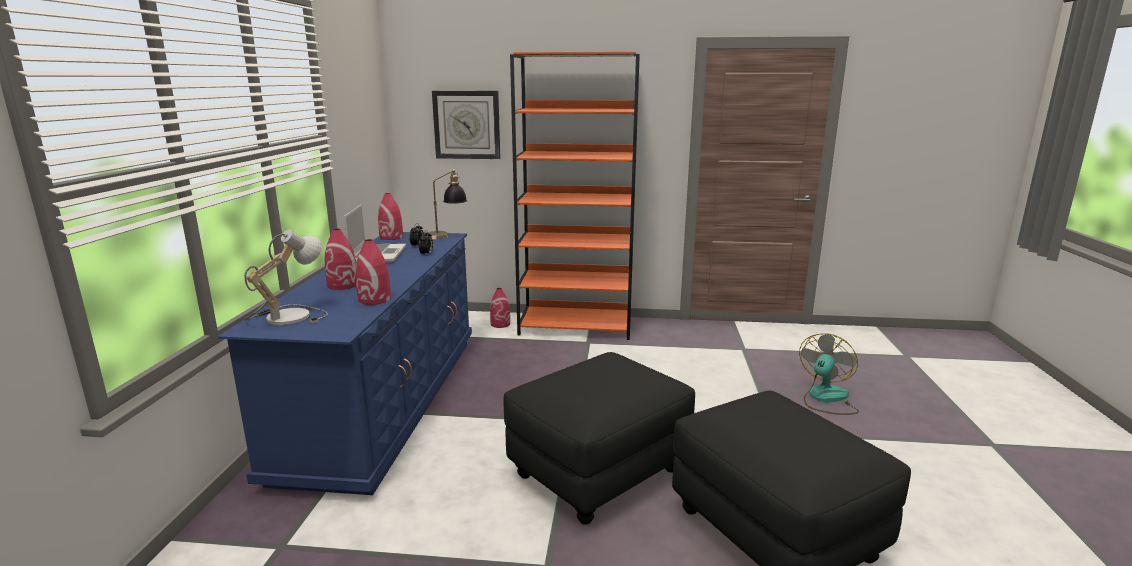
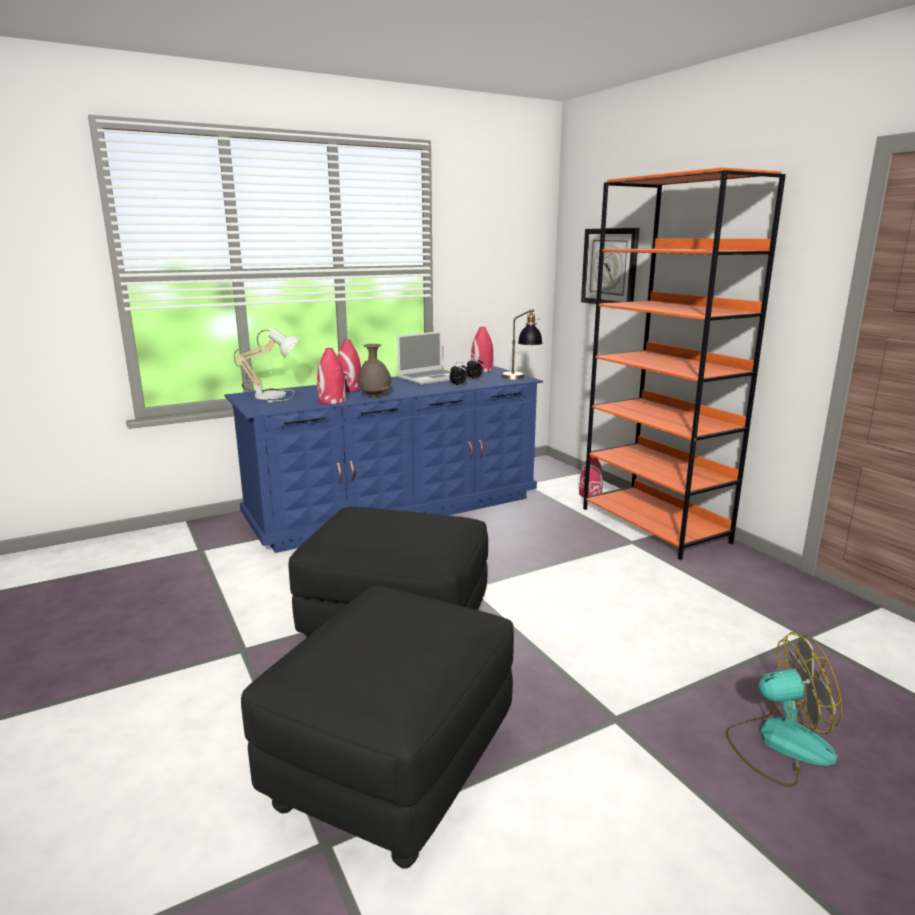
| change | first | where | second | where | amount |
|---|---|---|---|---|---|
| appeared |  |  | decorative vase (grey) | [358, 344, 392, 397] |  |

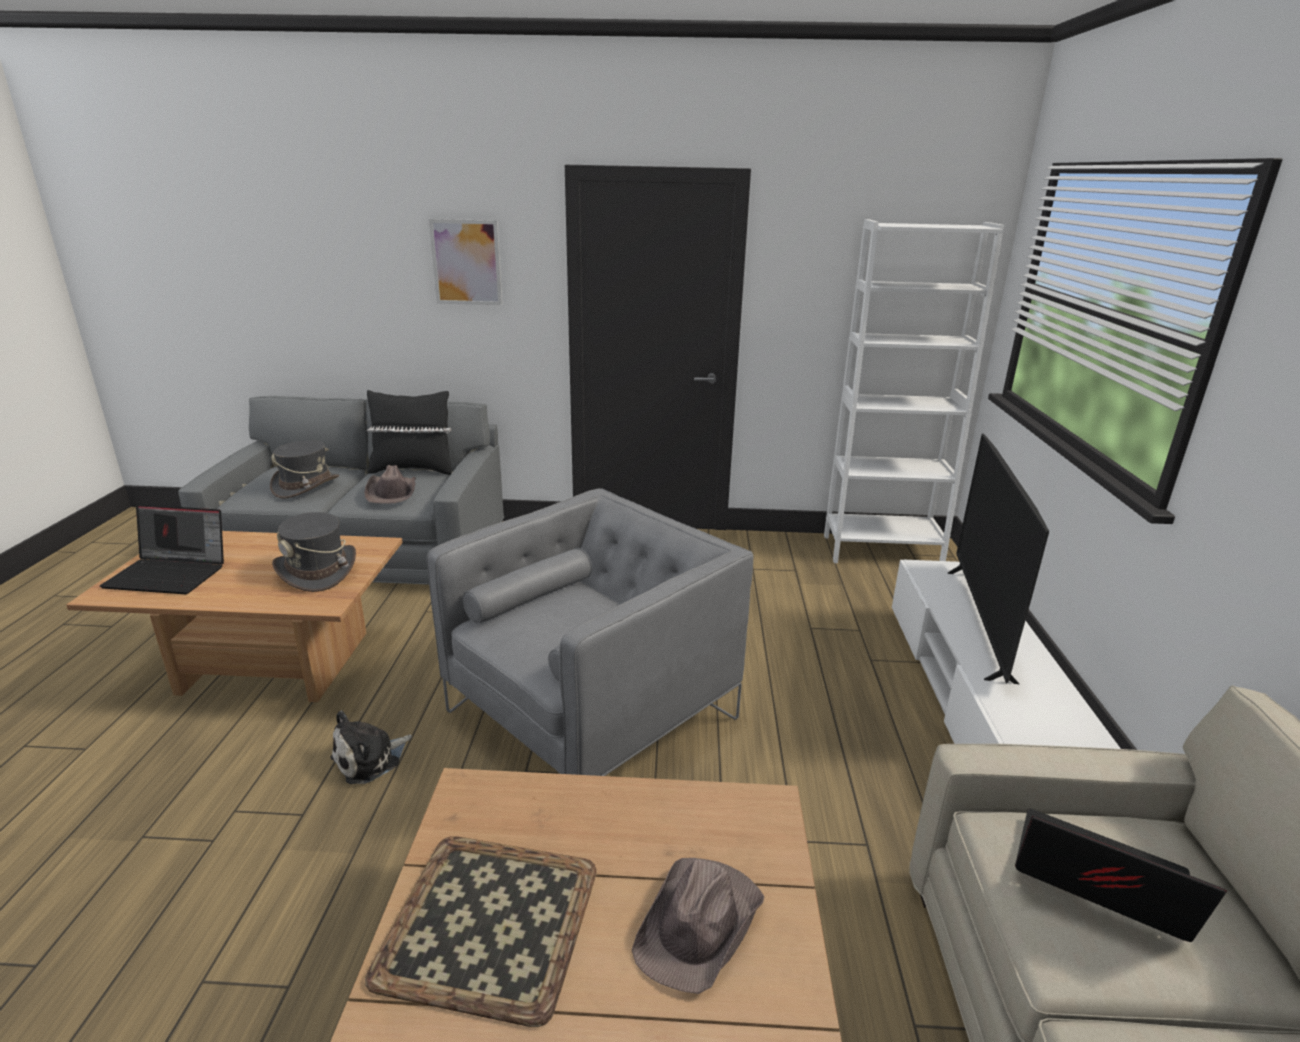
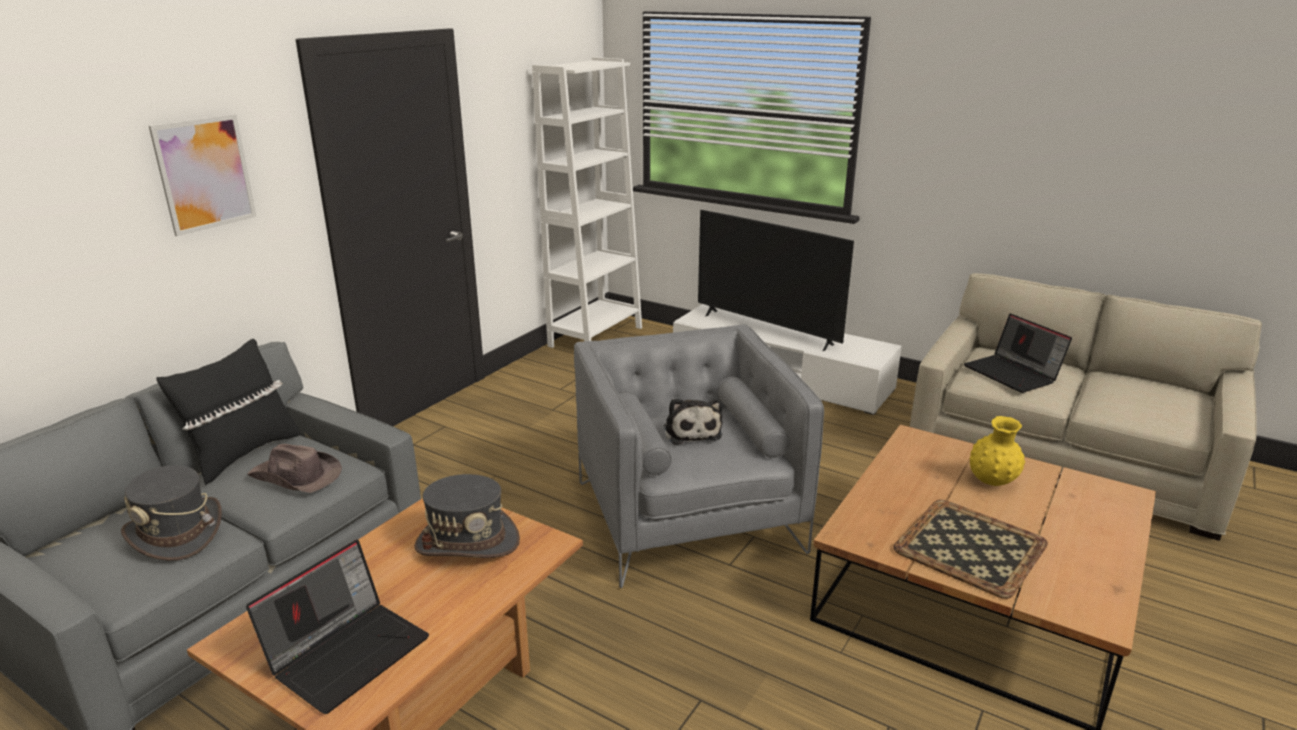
| change | first | where | second | where | amount |
|---|---|---|---|---|---|
| relocated | plush toy | [330, 711, 412, 784] |  | [664, 398, 723, 445] |  |
| exchanged | hat (brownish) | [632, 858, 764, 994] | decorative vase (yellowish) | [970, 416, 1025, 486] |  |
| spun | portable computer | [1015, 808, 1227, 942] |  | [964, 313, 1072, 393] | 90 degrees counterclockwise |

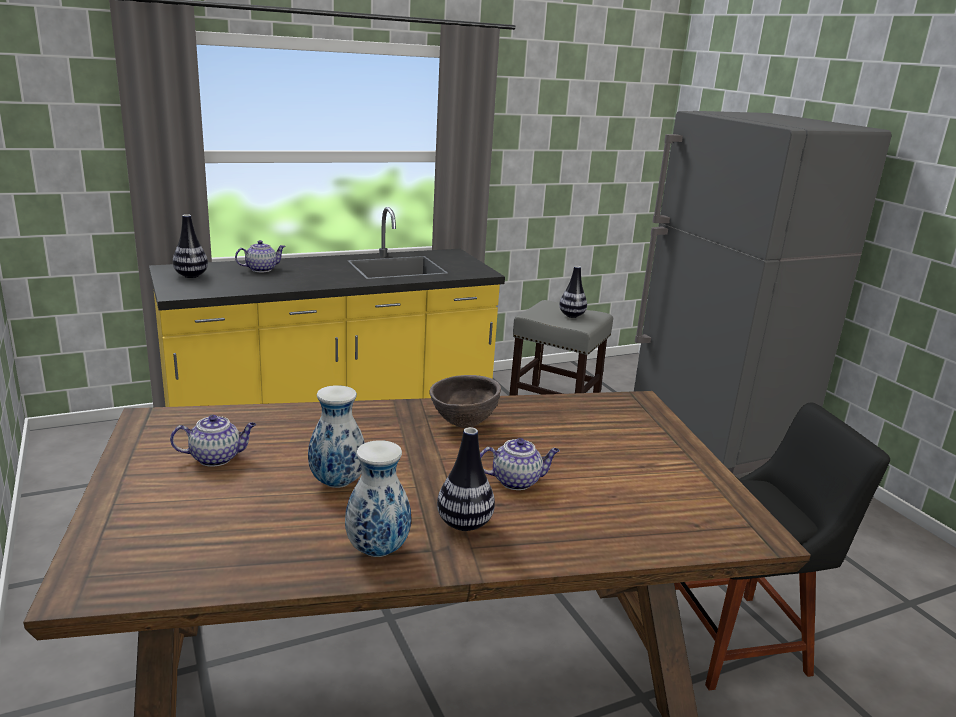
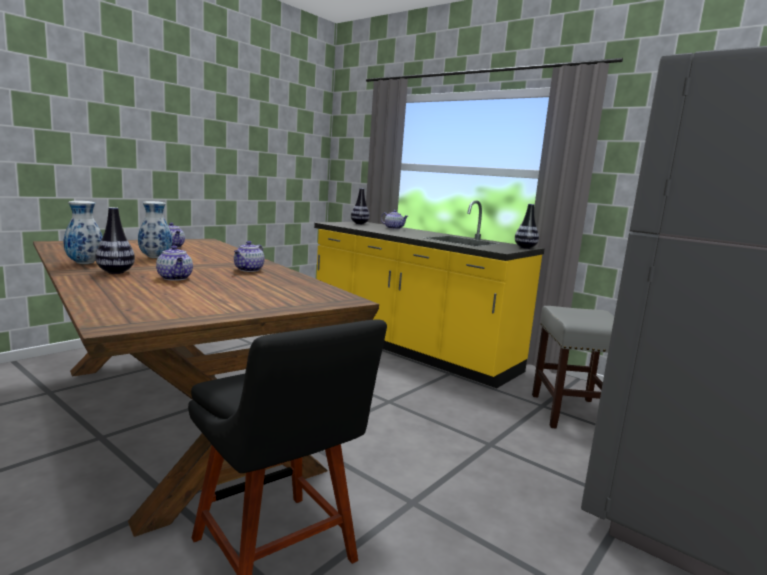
| change | first | where | second | where | amount |
|---|---|---|---|---|---|
| relocated | decorative vase | [559, 266, 587, 318] |  | [515, 204, 539, 249] |  |
| exchanged | deep dish (brownish) | [429, 375, 501, 428] | pot for tea | [234, 241, 265, 272] |  |

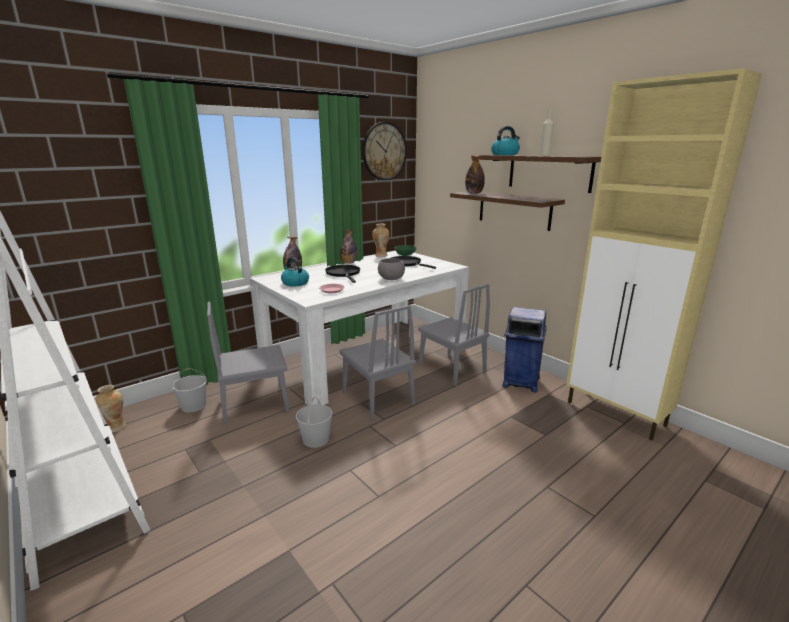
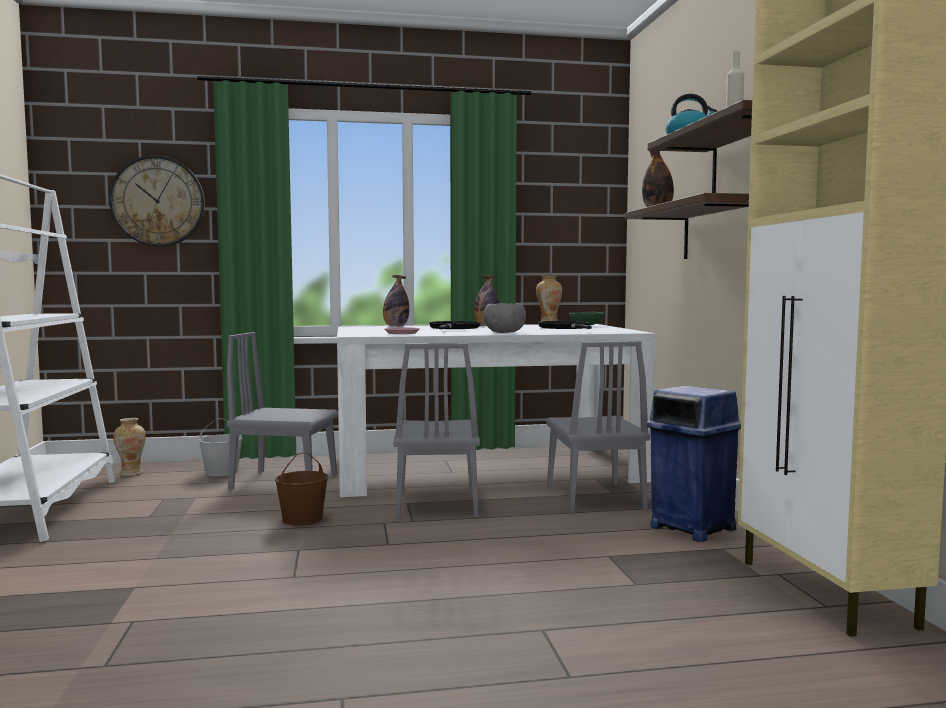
| change | first | where | second | where | amount |
|---|---|---|---|---|---|
| missing | kettle | [281, 257, 309, 287] |  |  |  |
| relocated | hanging clock | [362, 122, 407, 180] |  | [109, 155, 205, 247] |  |
| colour | pail (white-coloured) | [296, 397, 332, 448] | pail (brownish) | [275, 452, 328, 526] |  |

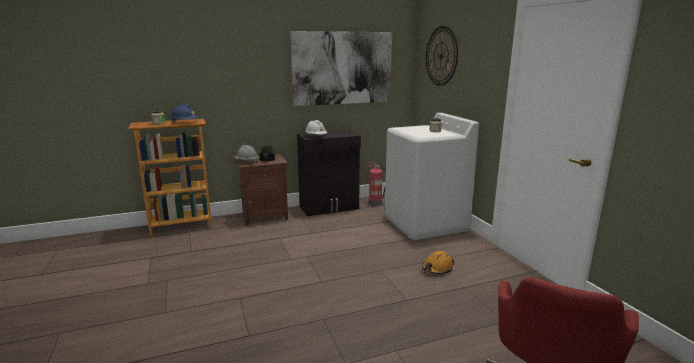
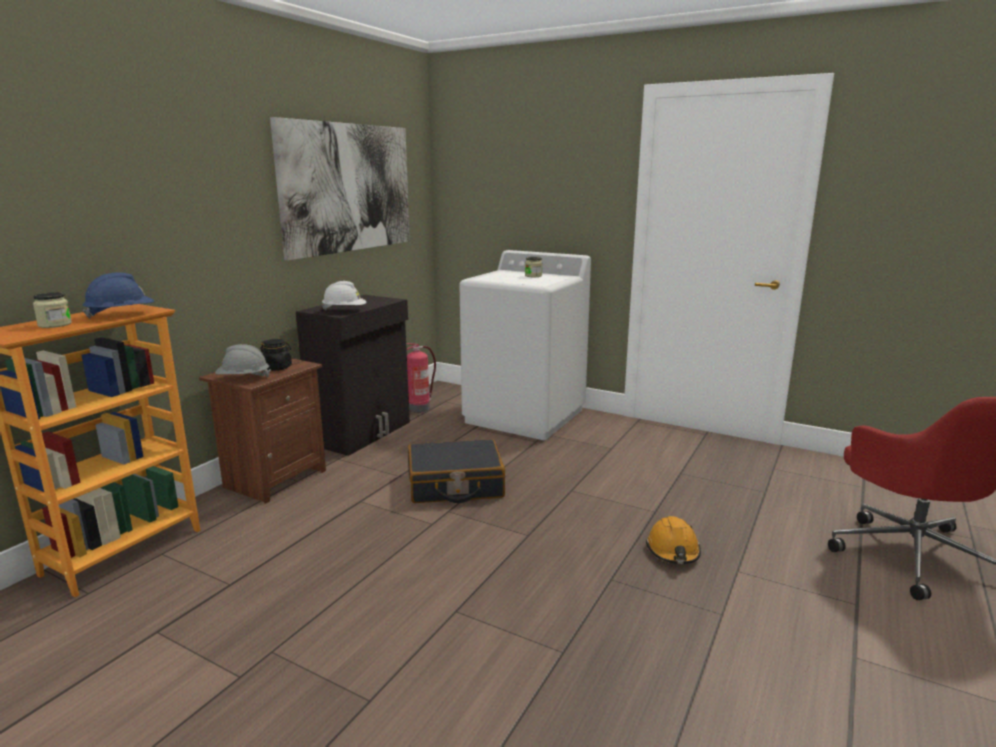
| change | first | where | second | where | amount |
|---|---|---|---|---|---|
| missing | hanging clock | [426, 26, 458, 86] |  |  |  |
| appeared |  |  | suitcase (blackish) | [408, 439, 505, 503] |  |
| relocated | hard hat (orangey) | [422, 251, 455, 274] |  | [646, 516, 701, 564] |  |

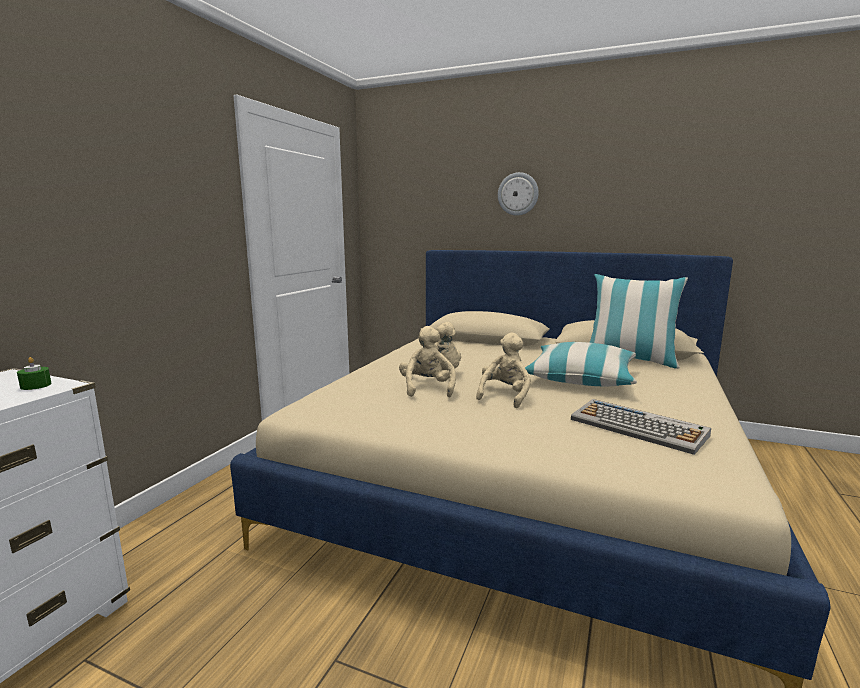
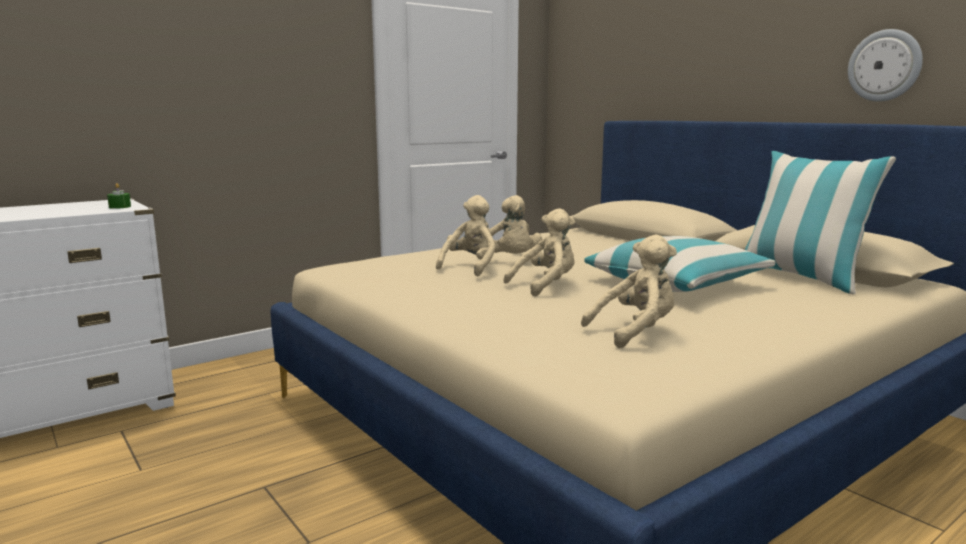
| change | first | where | second | where | amount |
|---|---|---|---|---|---|
| relocated | hanging clock | [498, 172, 539, 216] |  | [848, 29, 923, 102] |  |
| exchanged | computer keyboard | [571, 399, 711, 455] | plush toy (beige) | [581, 235, 677, 348] |  |

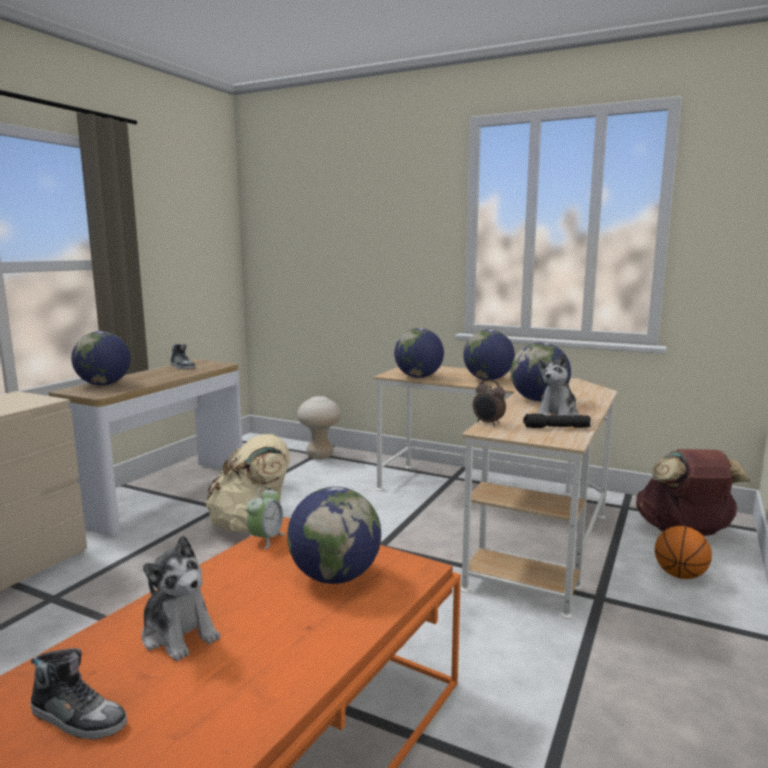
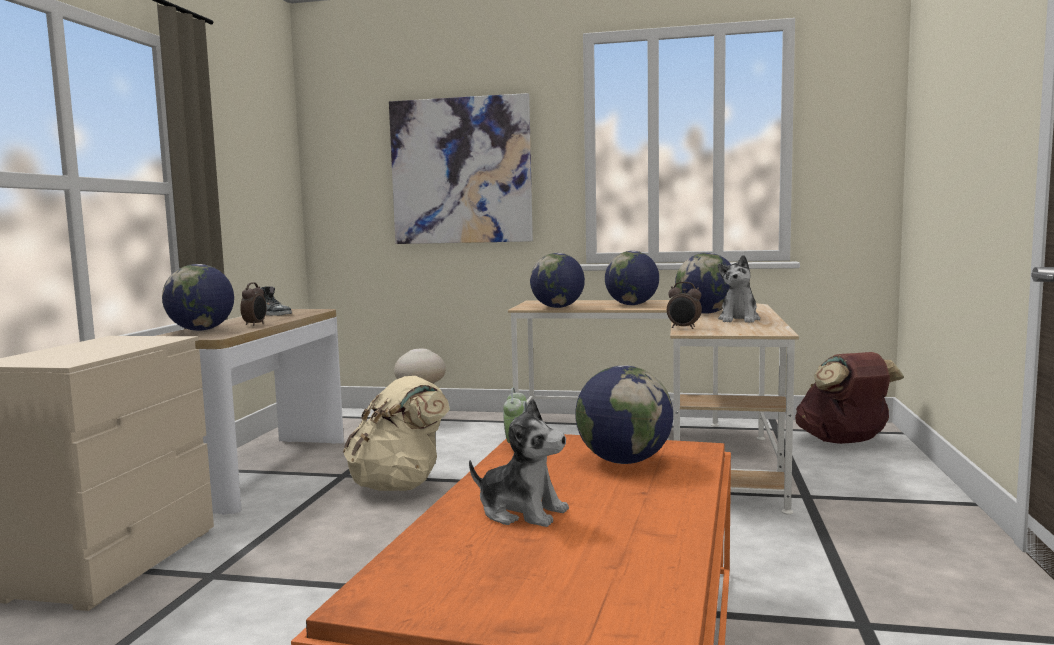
| change | first | where | second | where | amount |
|---|---|---|---|---|---|
| missing | low shoe | [30, 648, 127, 740] |  |  |  |
| missing | torch (blackish) | [523, 414, 591, 428] |  |  |  |
| missing | basketball | [655, 526, 712, 579] |  |  |  |
| appeared |  |  | bedside clock | [240, 282, 267, 326] |  |
| appeared |  |  | picture | [389, 93, 533, 244] |  |

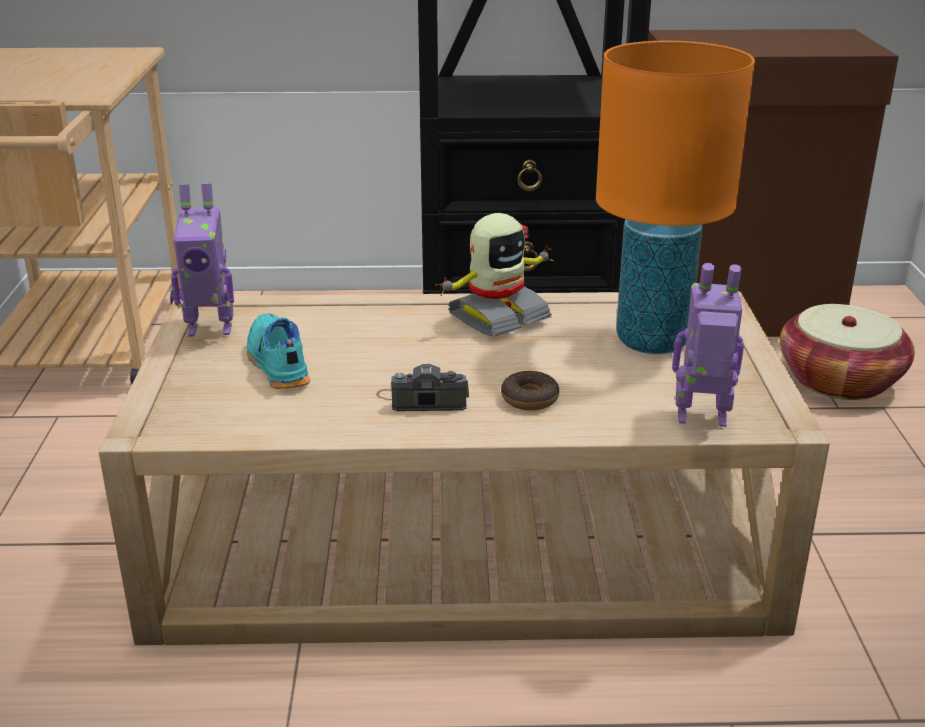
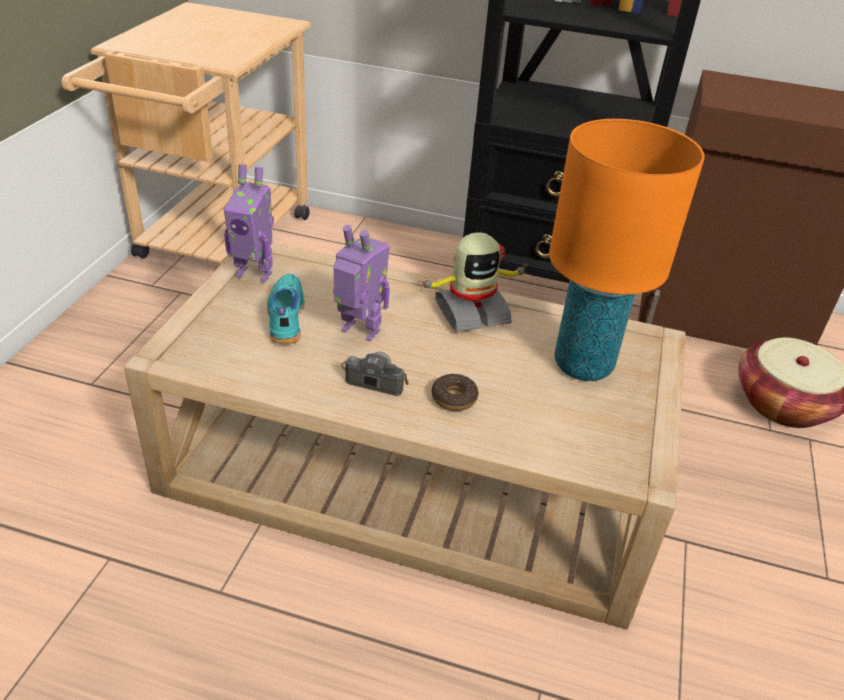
| change | first | where | second | where | amount |
|---|---|---|---|---|---|
| relocated | robot figure | [672, 263, 744, 427] |  | [333, 225, 390, 341] |  |

